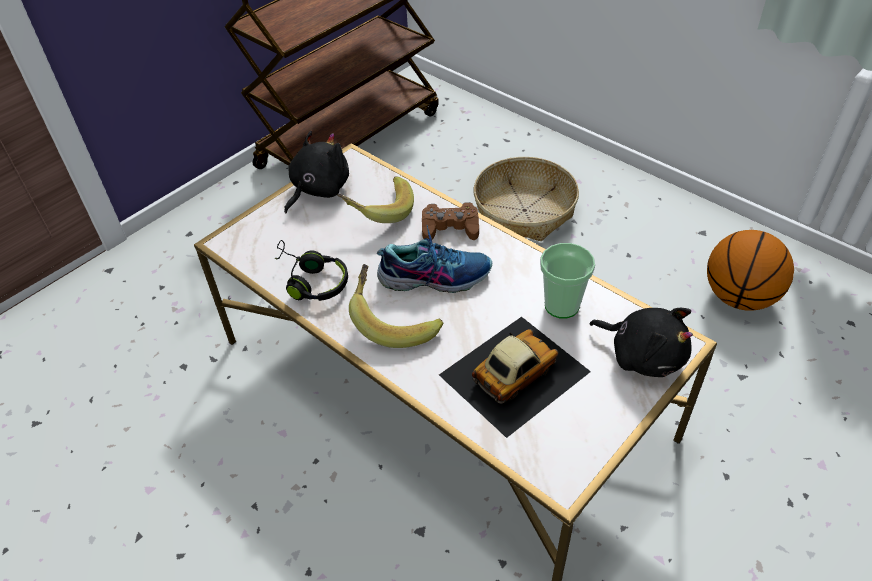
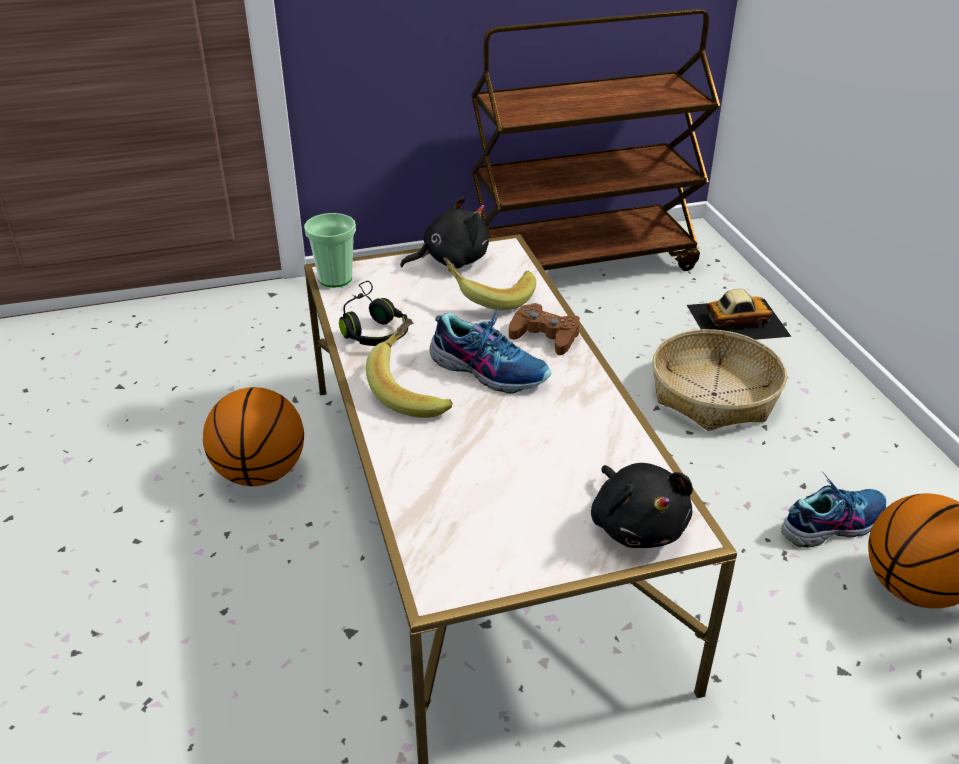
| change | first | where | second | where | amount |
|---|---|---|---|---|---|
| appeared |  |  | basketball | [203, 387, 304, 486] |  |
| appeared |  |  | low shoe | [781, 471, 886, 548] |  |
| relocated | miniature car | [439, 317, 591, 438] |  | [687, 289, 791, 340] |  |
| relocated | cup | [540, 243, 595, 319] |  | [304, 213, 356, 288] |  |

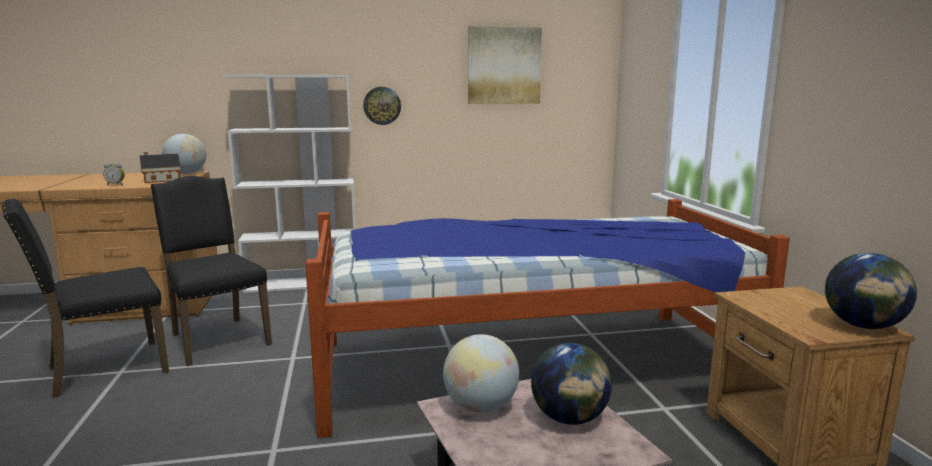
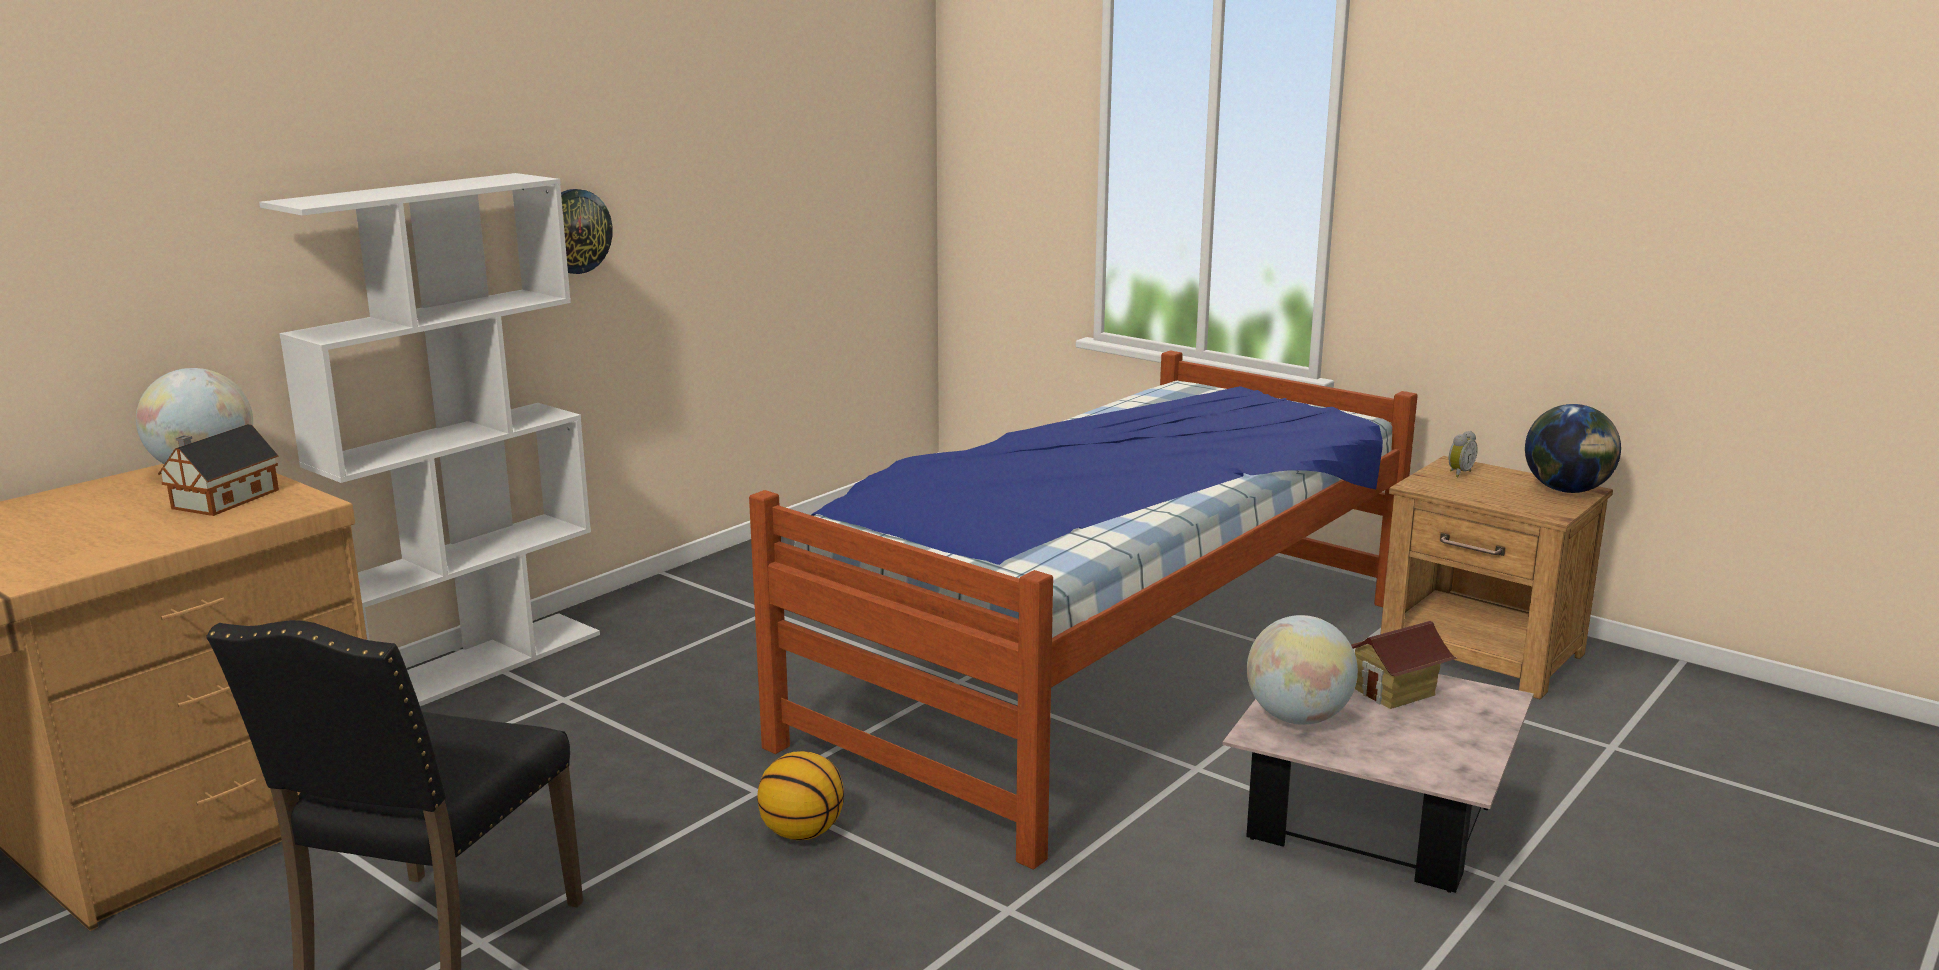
| change | first | where | second | where | amount |
|---|---|---|---|---|---|
| missing | chair (blackish) | [151, 176, 272, 366] |  |  |  |
| missing | picture | [468, 26, 542, 104] |  |  |  |
| appeared |  |  | basketball | [757, 751, 844, 840] |  |
| relocated | bedside clock | [103, 163, 125, 186] |  | [1449, 431, 1478, 477] |  |
| exchanged | world globe | [531, 343, 612, 425] | miniature house | [1351, 621, 1457, 709] |  |

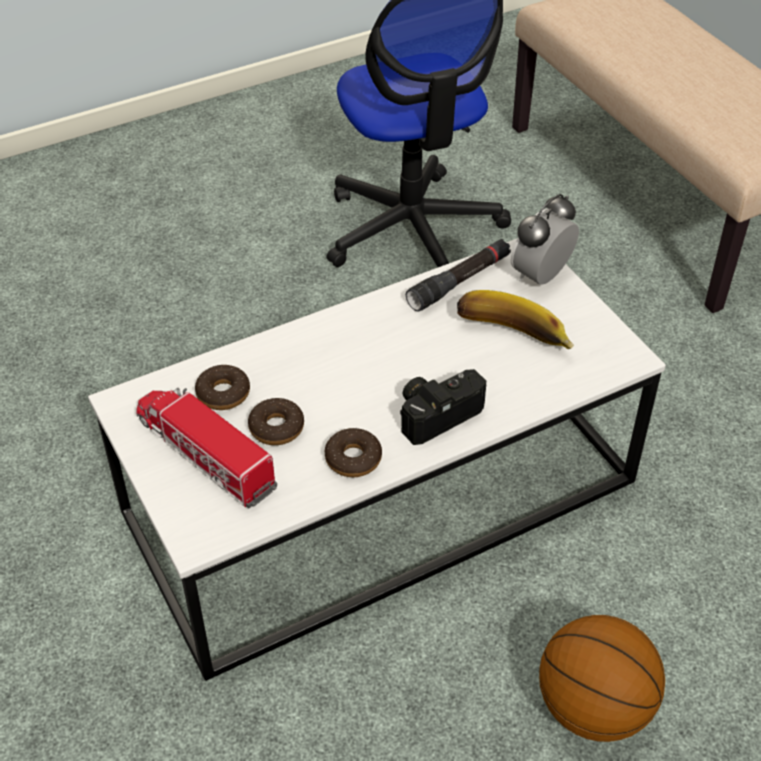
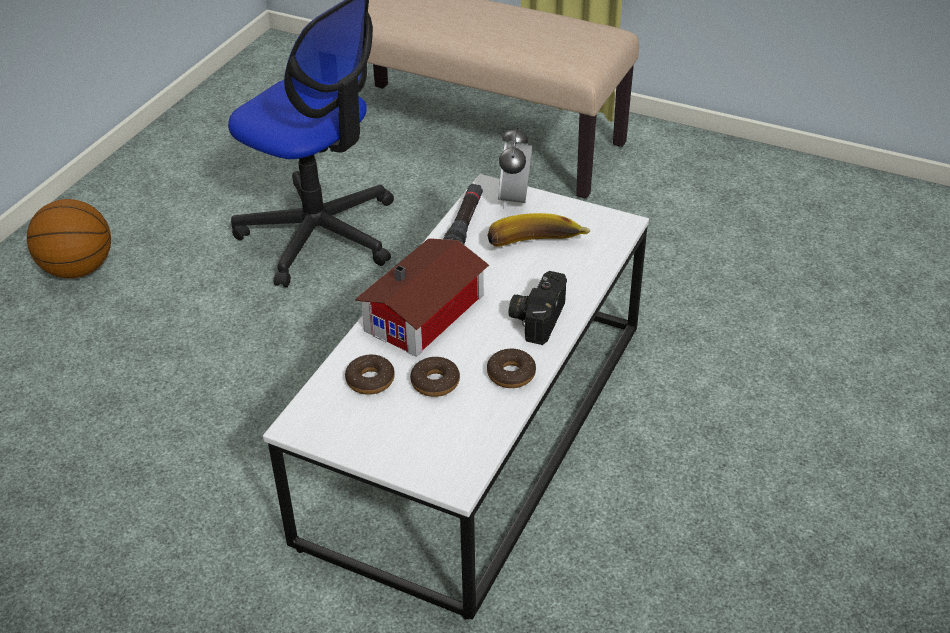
| change | first | where | second | where | amount |
|---|---|---|---|---|---|
| missing | toy truck | [136, 388, 277, 508] |  |  |  |
| appeared |  |  | miniature house | [355, 238, 489, 357] |  |
| relocated | basketball | [539, 615, 665, 742] |  | [27, 199, 111, 278] |  |

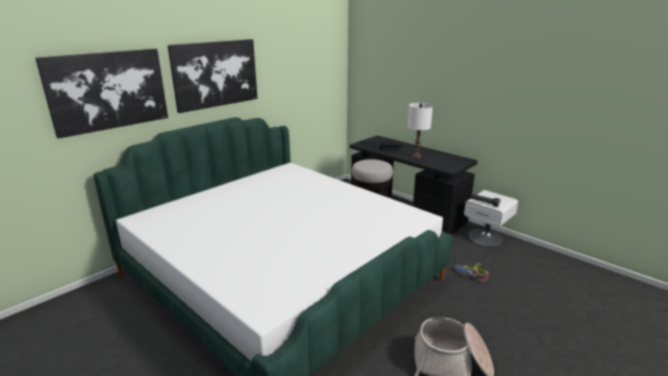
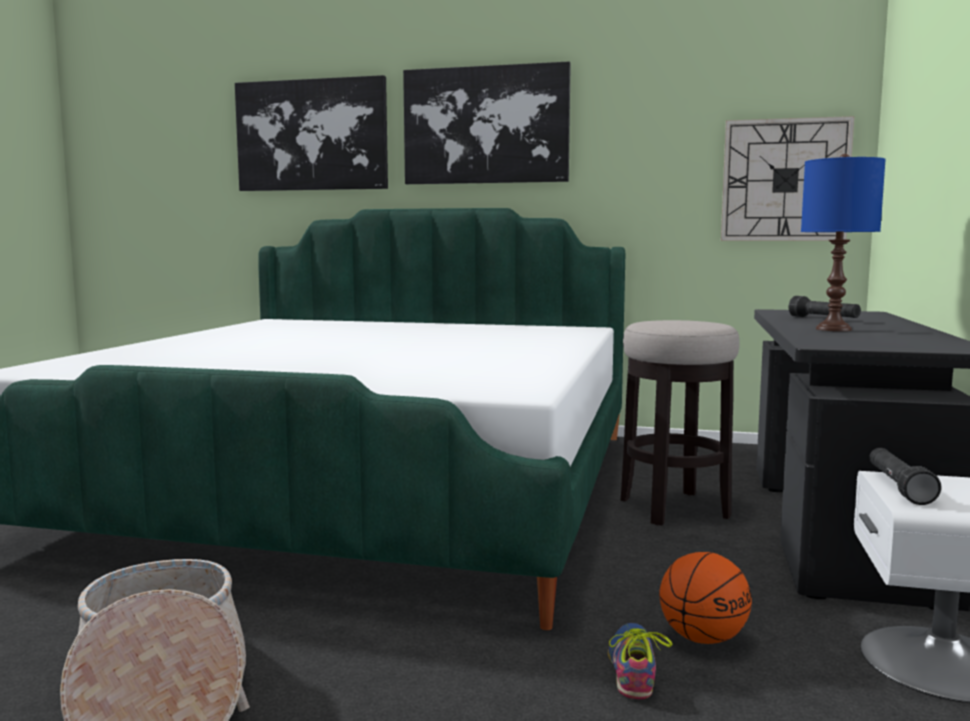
| change | first | where | second | where | amount |
|---|---|---|---|---|---|
| appeared |  |  | basketball | [659, 552, 752, 644] |  |
| appeared |  |  | hanging clock | [721, 116, 854, 241] |  |
| colour | table lamp (white-coloured) | [407, 103, 433, 158] | table lamp (blue-coloured) | [801, 154, 886, 331] |  |

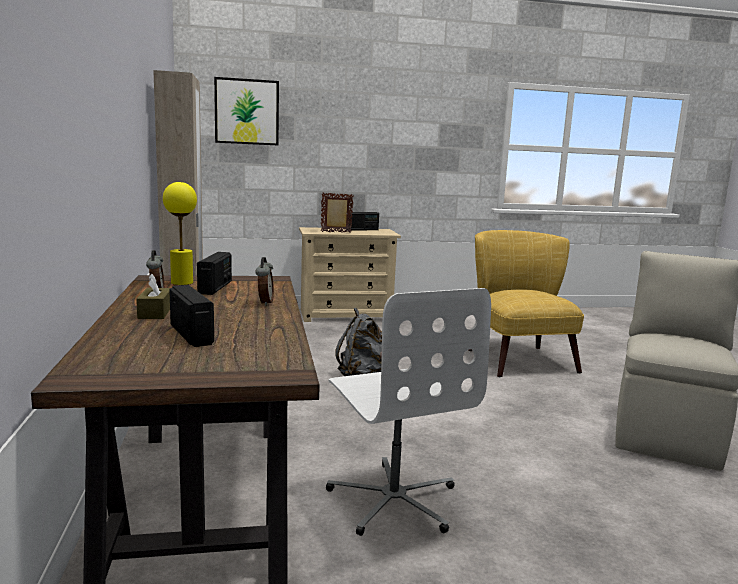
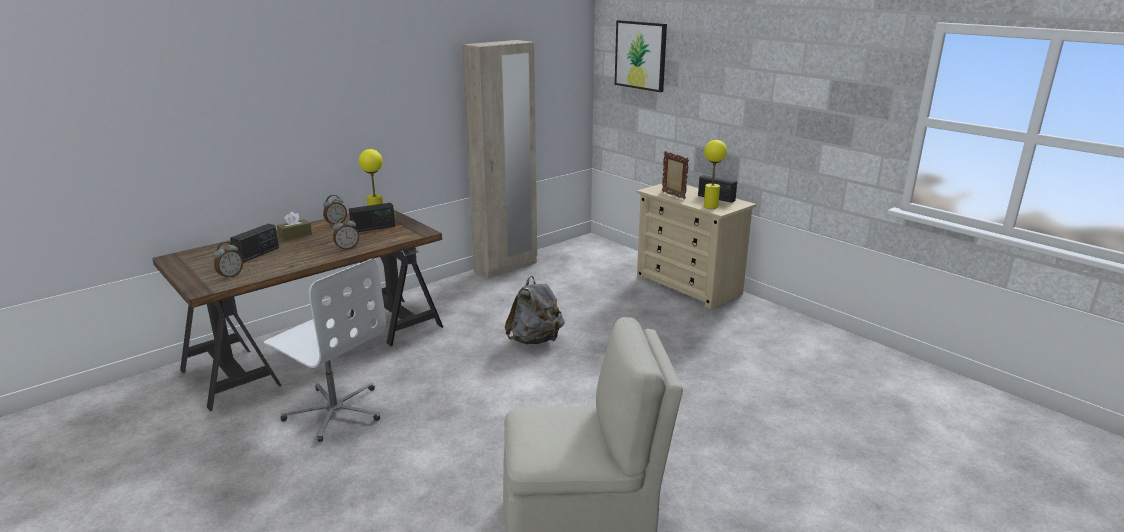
| change | first | where | second | where | amount |
|---|---|---|---|---|---|
| missing | armchair (yellowish) | [468, 230, 584, 378] |  |  |  |
| appeared |  |  | bedside clock | [213, 242, 243, 279] |  |
| appeared |  |  | table lamp (yellowish) | [704, 140, 727, 209] |  |
| spun | desk chair (white-coloured) | [326, 288, 491, 536] |  | [264, 259, 386, 442] | 90 degrees counterclockwise |

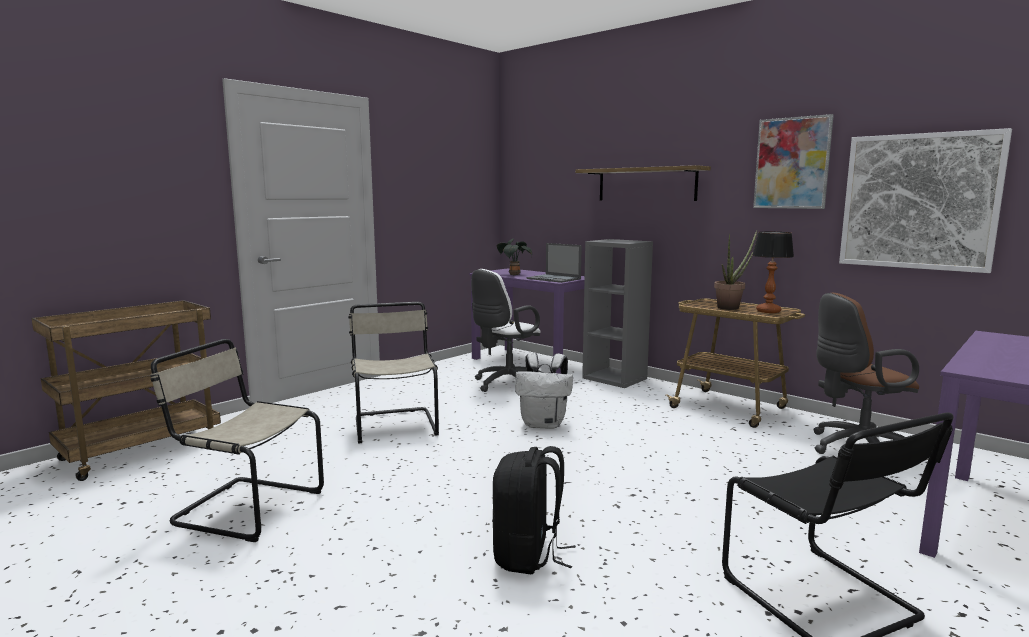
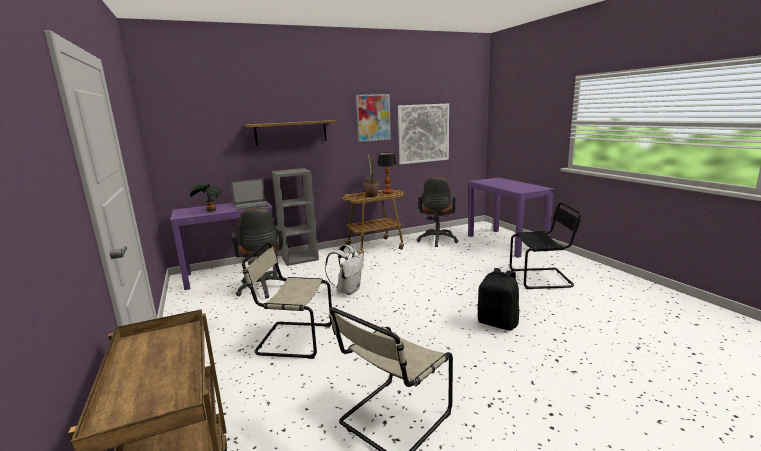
| change | first | where | second | where | amount |
|---|---|---|---|---|---|
| colour | desk chair (white-coloured) | [471, 269, 543, 392] | desk chair (brownish) | [231, 208, 284, 298] |  |

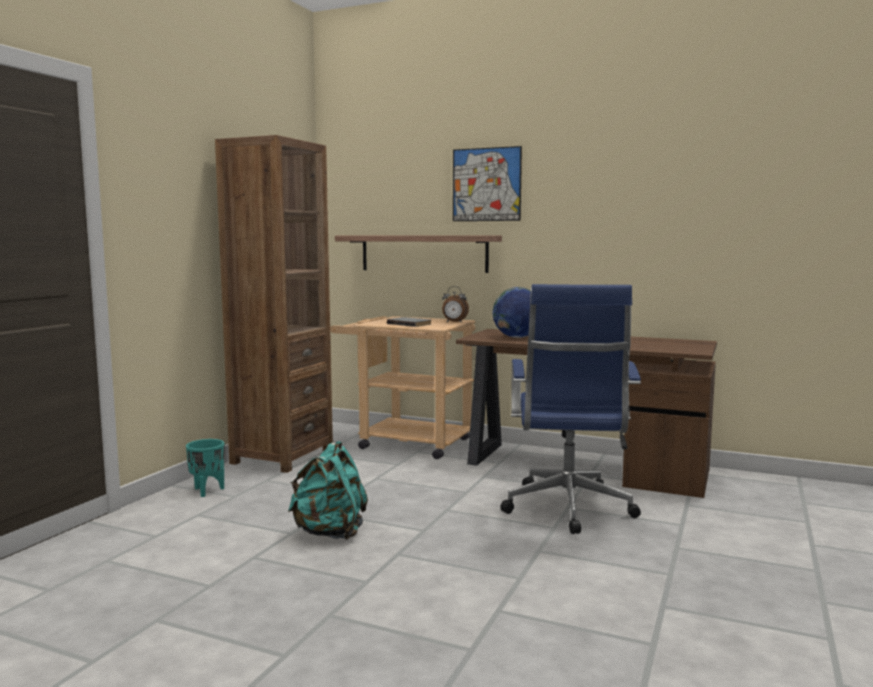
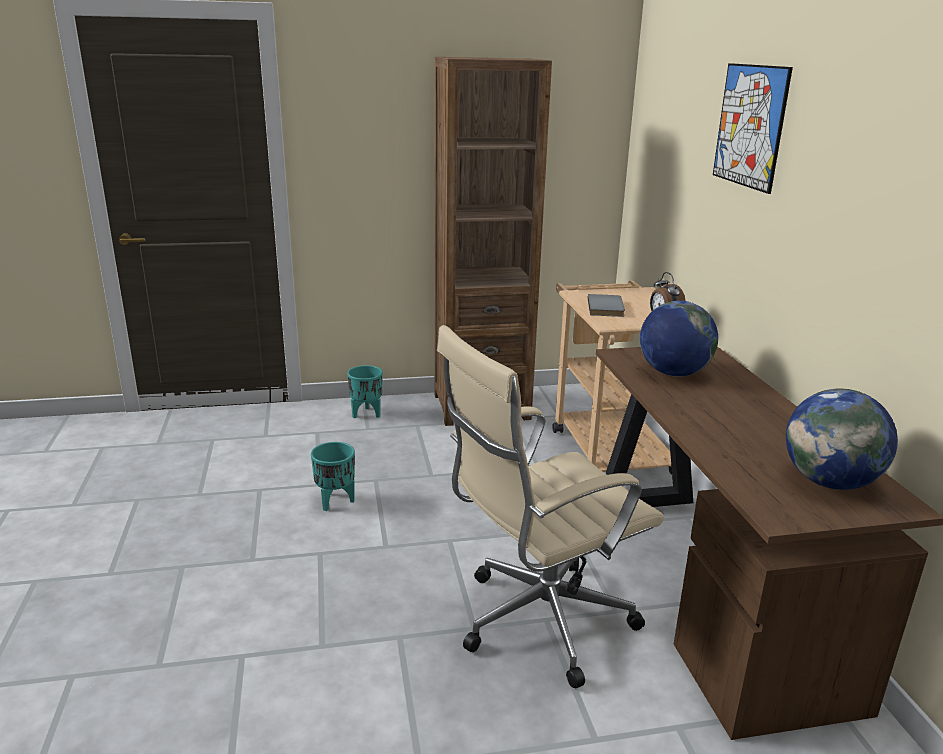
| change | first | where | second | where | amount |
|---|---|---|---|---|---|
| missing | bracket shelf | [335, 235, 502, 273] |  |  |  |
| appeared |  |  | world globe | [786, 389, 898, 490] |  |
| exchanged | rucksack (turquoise) | [288, 441, 368, 540] | planter (turquoise) | [311, 442, 355, 511] |  |
| colour | desk chair (blue-coloured) | [500, 284, 641, 534] | desk chair (beige) | [437, 325, 664, 688] |  |

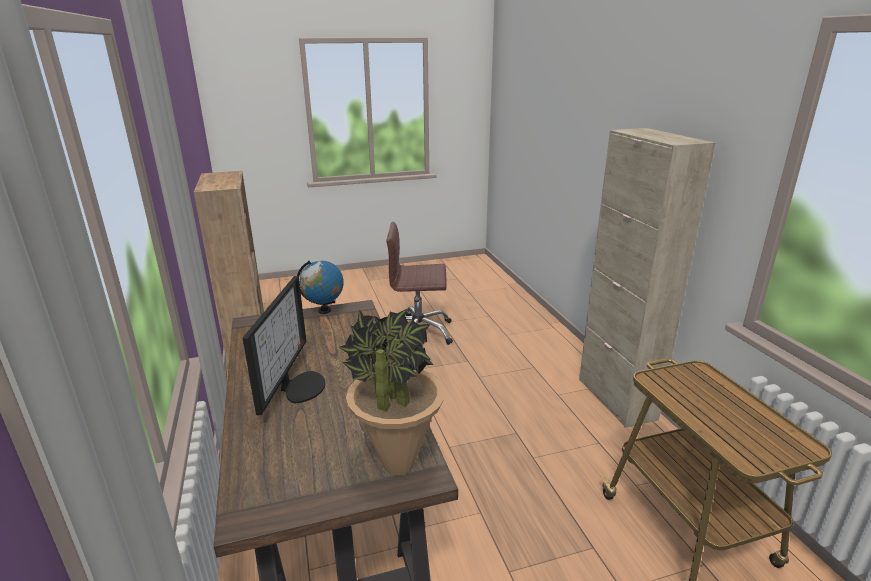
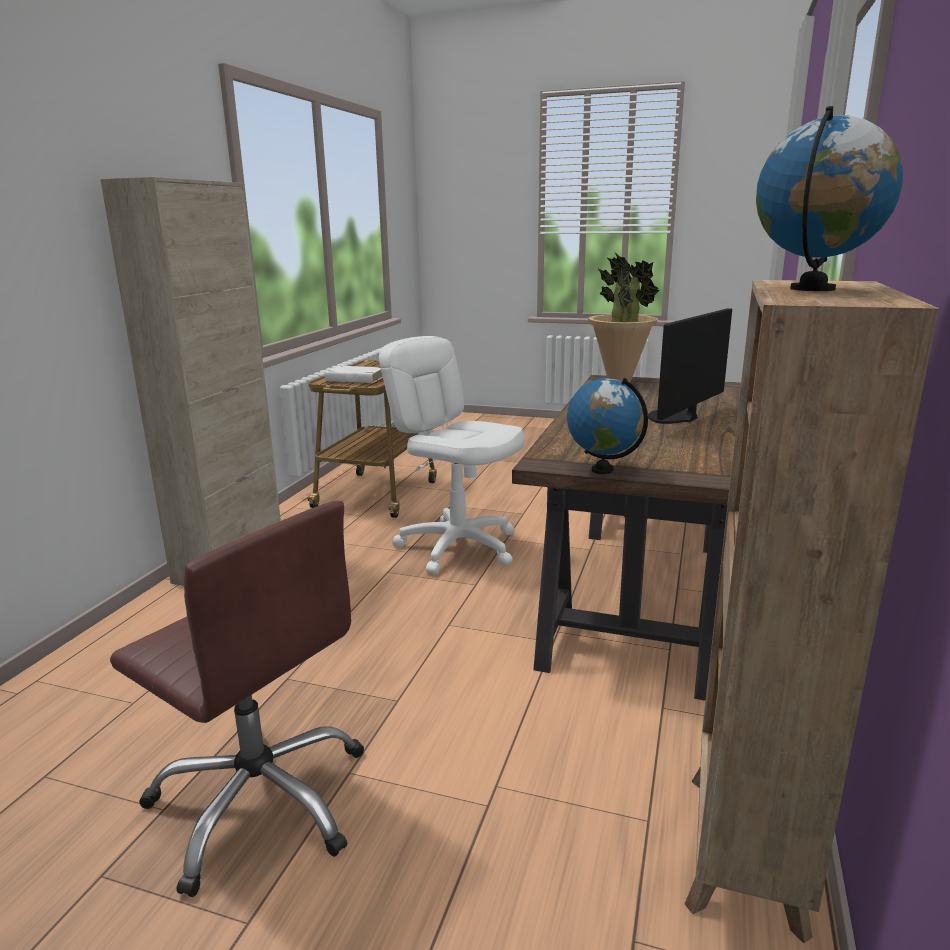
| change | first | where | second | where | amount |
|---|---|---|---|---|---|
| appeared |  |  | volume (white-coloured) | [325, 366, 383, 383] |  |
| appeared |  |  | desk chair (white-coloured) | [379, 336, 525, 574] |  |
| appeared |  |  | world globe | [756, 106, 903, 291] |  |

